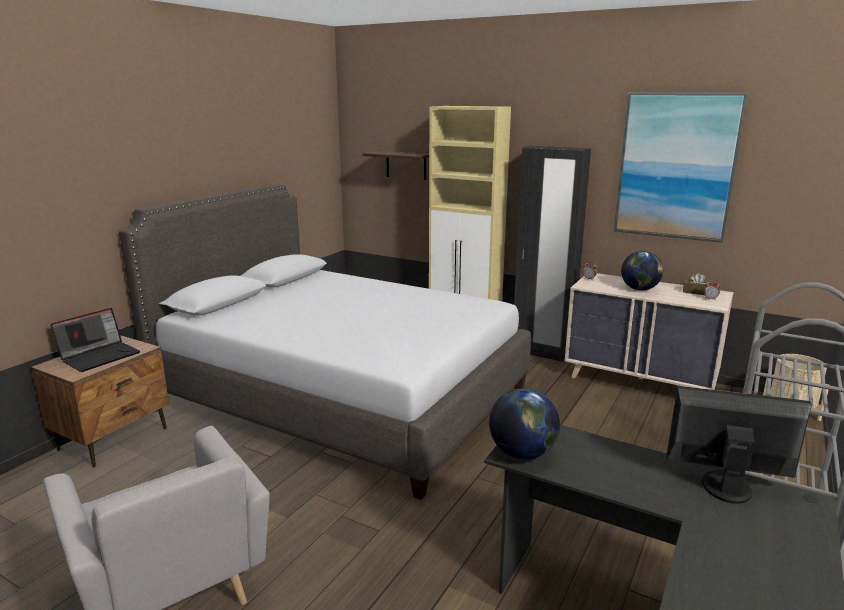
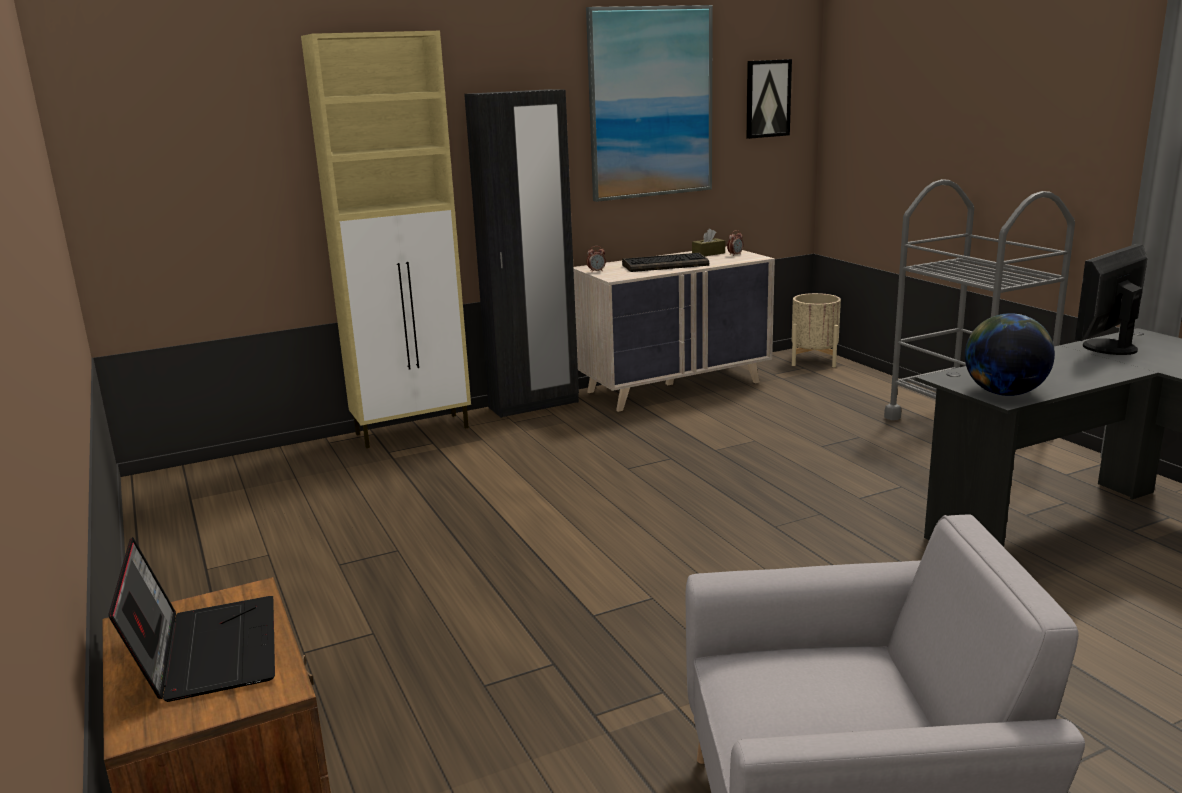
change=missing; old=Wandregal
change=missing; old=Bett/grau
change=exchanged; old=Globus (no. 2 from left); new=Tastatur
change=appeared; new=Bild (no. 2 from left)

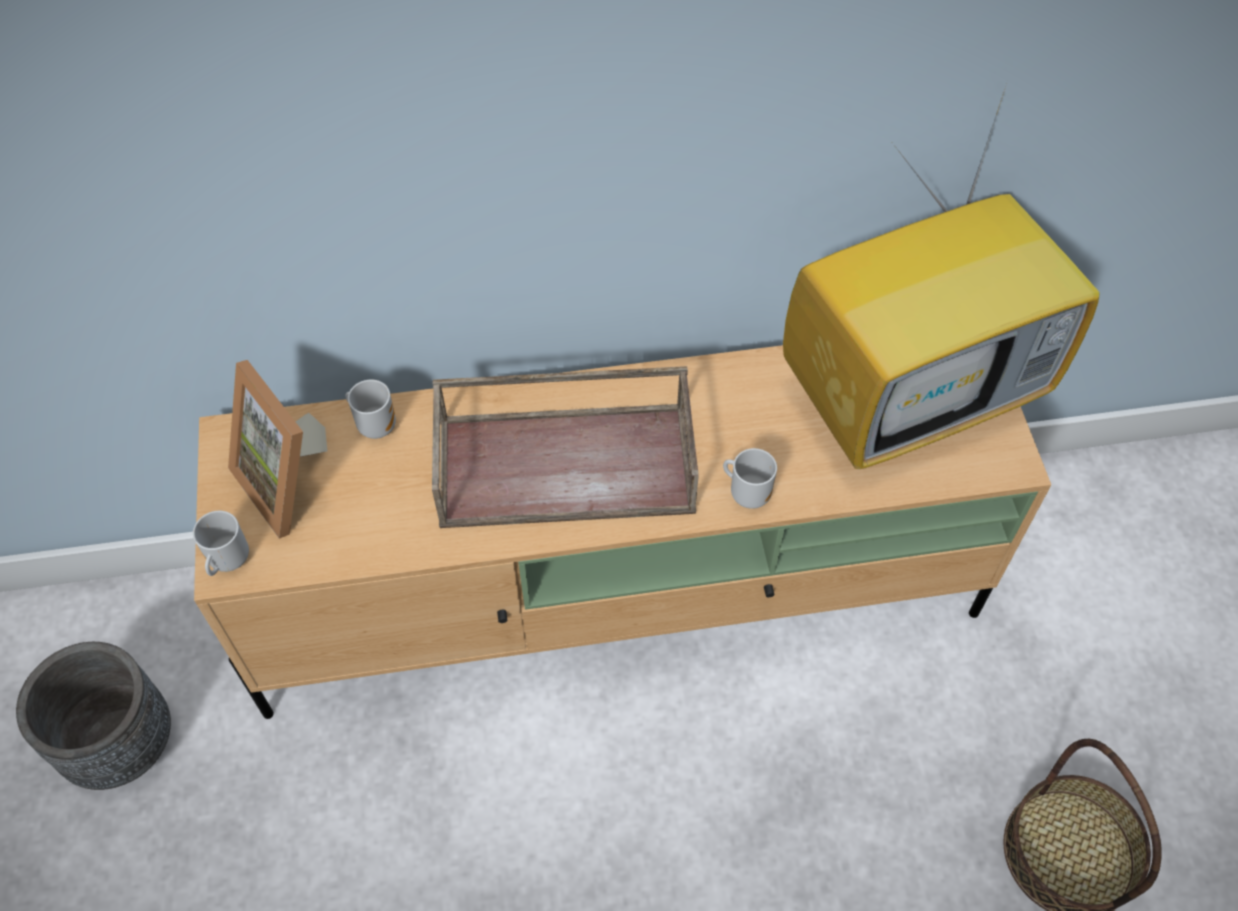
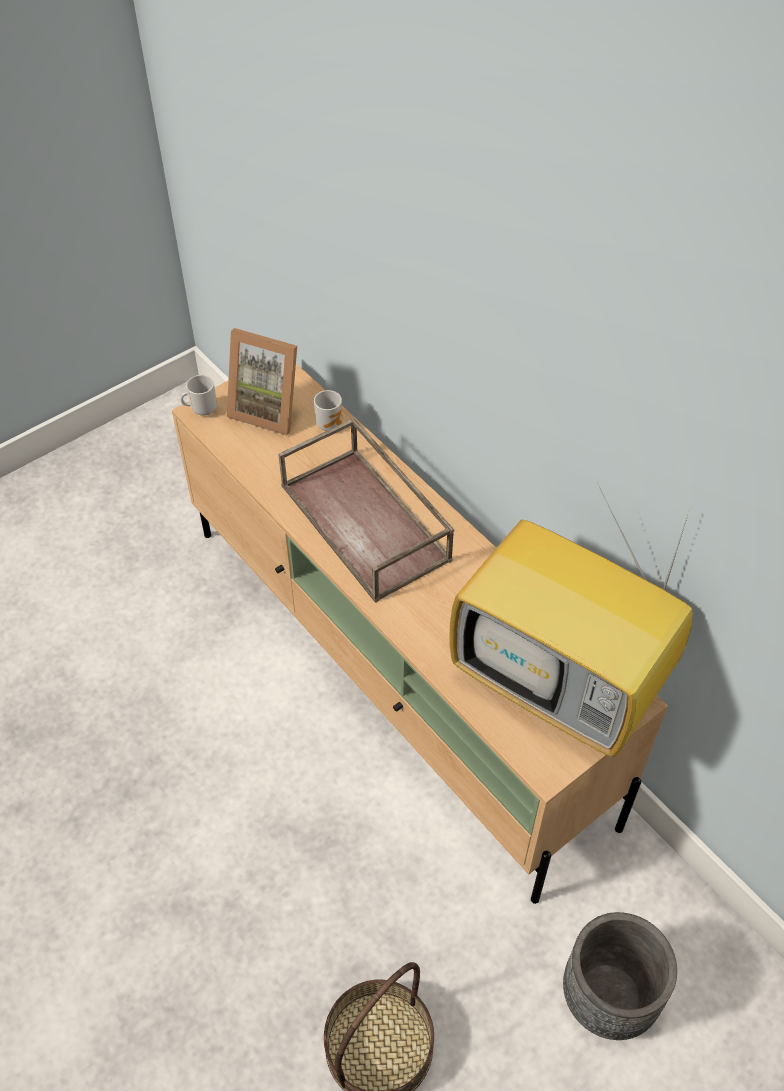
change=spun; old=Bilderrahmen; degrees=-90
change=missing; old=Henkelbecher (no. 3 from left)
change=relocated; old=Pflanzkübel/grau

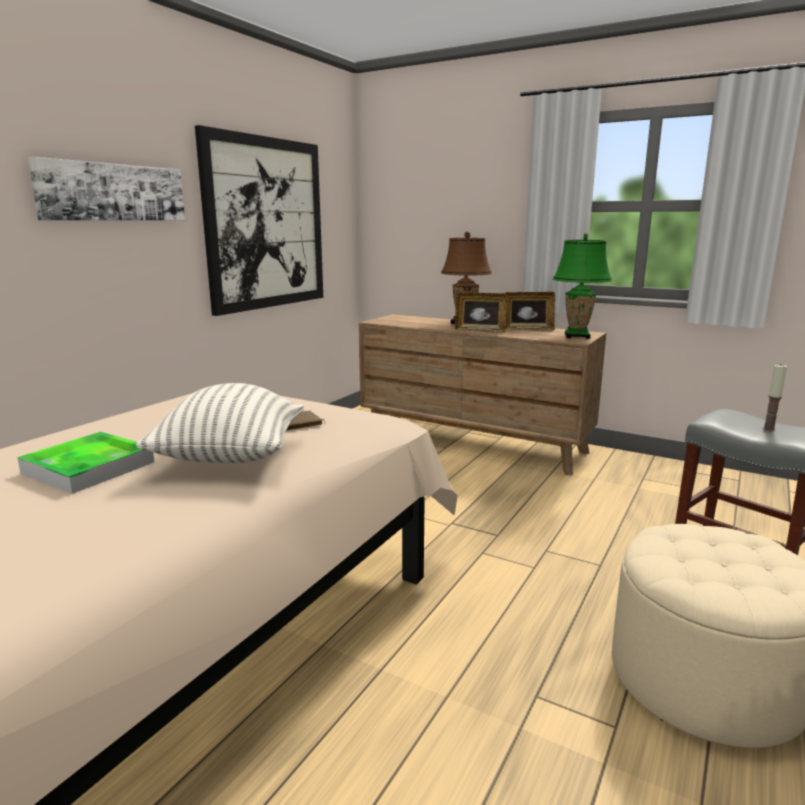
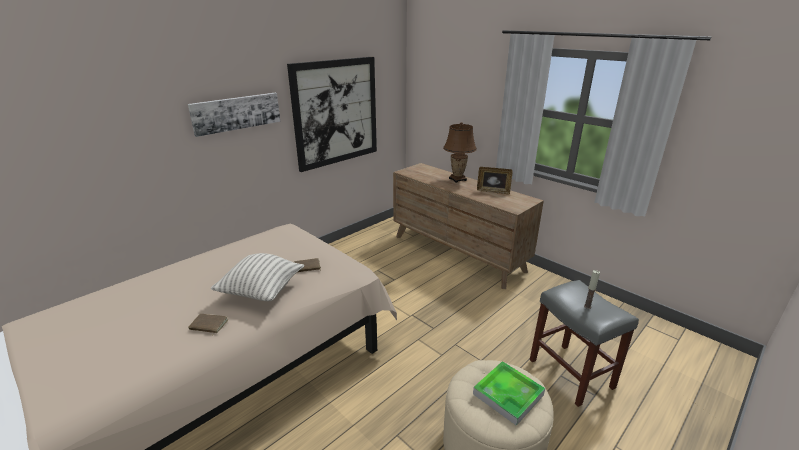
change=missing; old=Tischlampe/grün
change=missing; old=Bilderrahmen (no. 1 from left)
change=relocated; old=Tablett
change=appeared; new=Buch/braun (no. 1 from left)

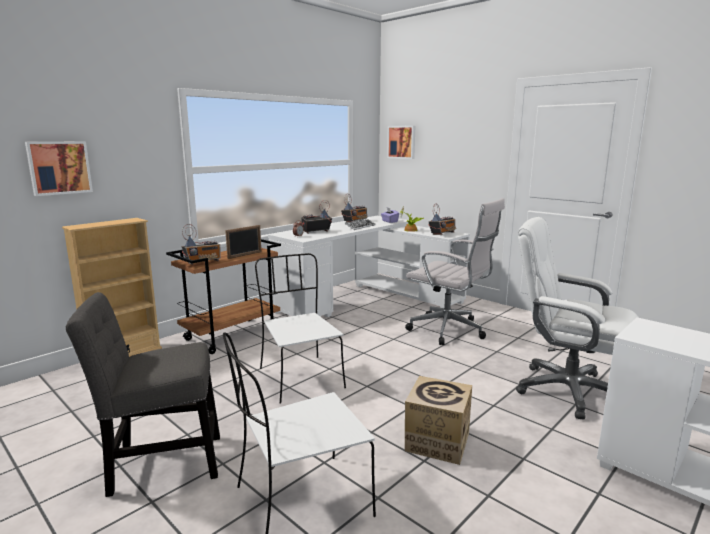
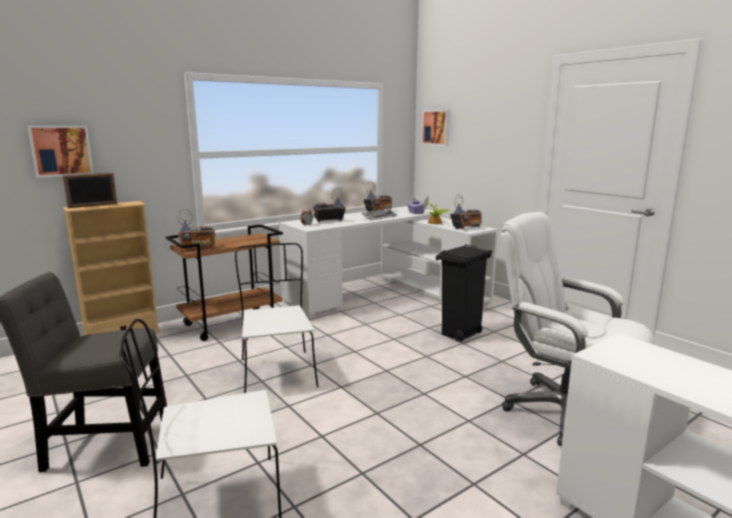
change=exchanged; old=Bürostuhl/weiß (no. 1 from left); new=Mülleimer/schwarz
change=relocated; old=Bilderrahmen
change=missing; old=Karton

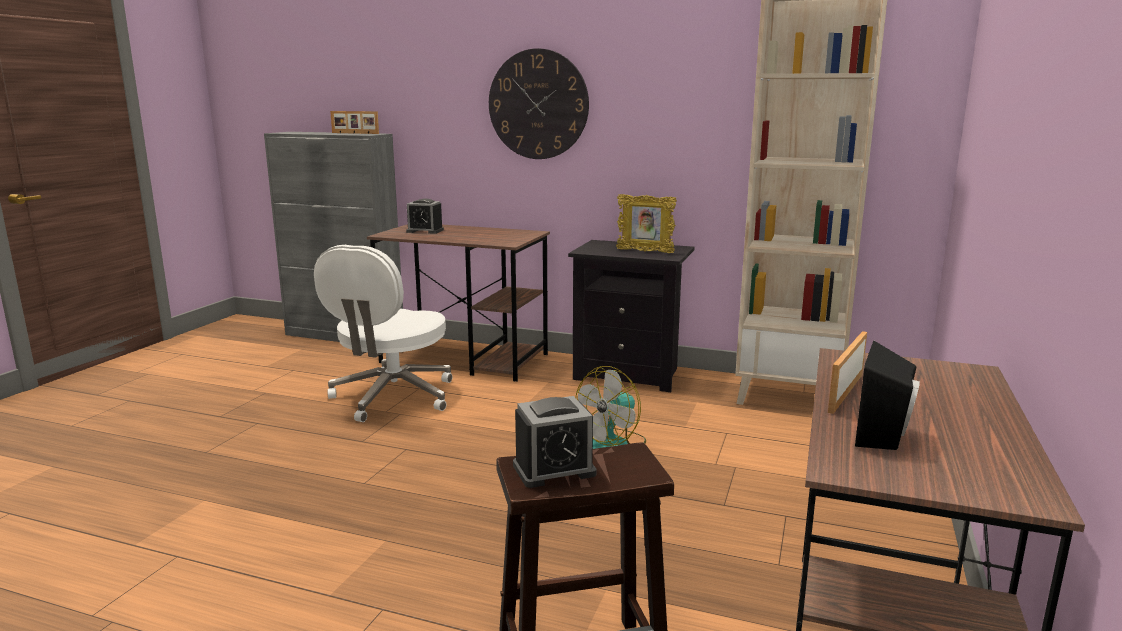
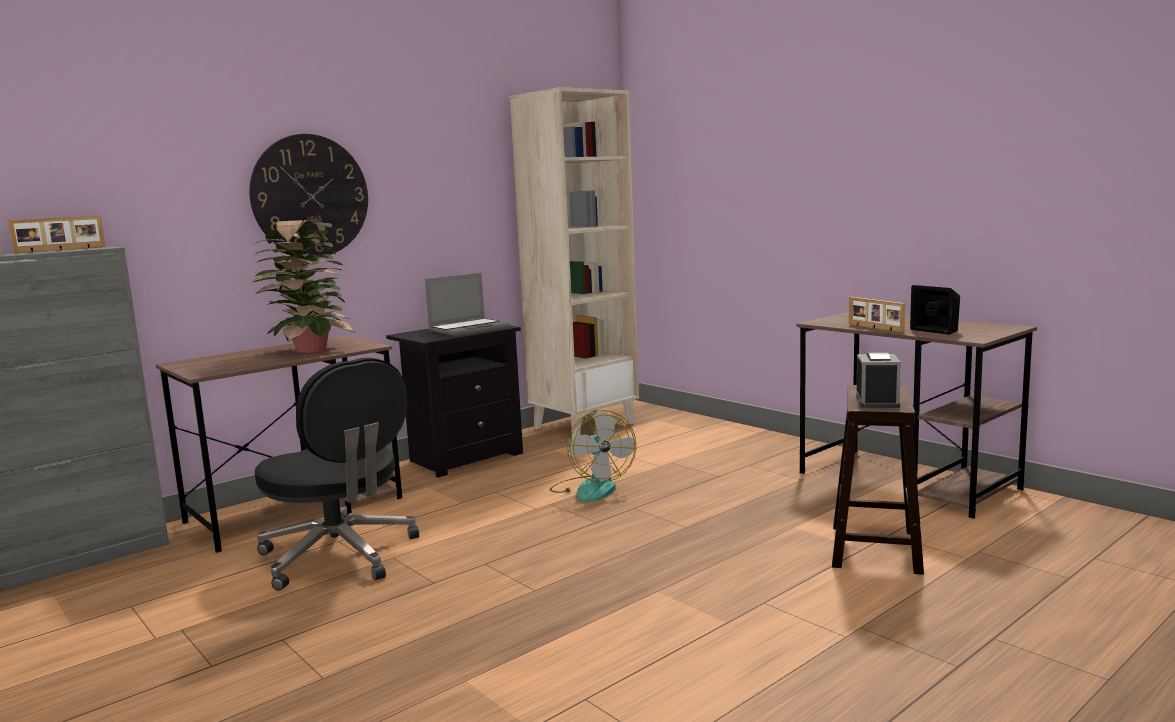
change=exchanged; old=Bilderrahmen (no. 2 from left); new=Laptop
change=missing; old=Wecker (no. 1 from left)
change=colour; old=Bürostuhl/weiß; new=Bürostuhl/schwarz
change=appeared; new=Topfpflanze

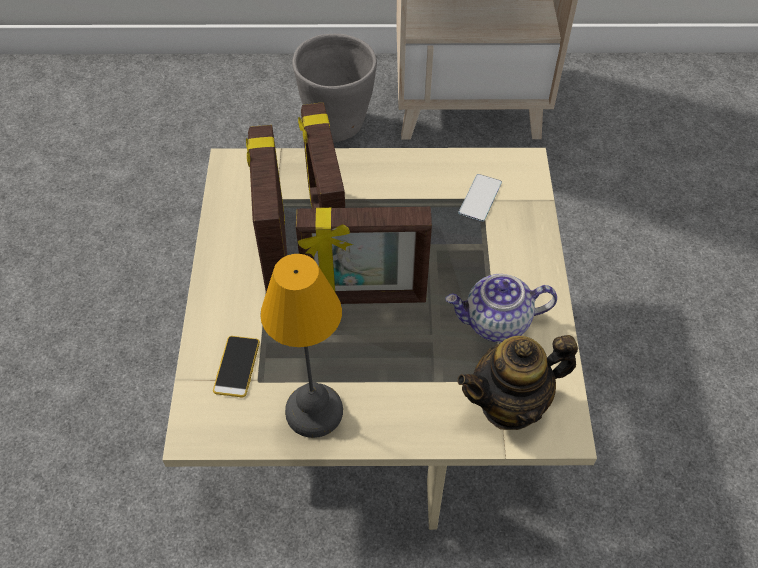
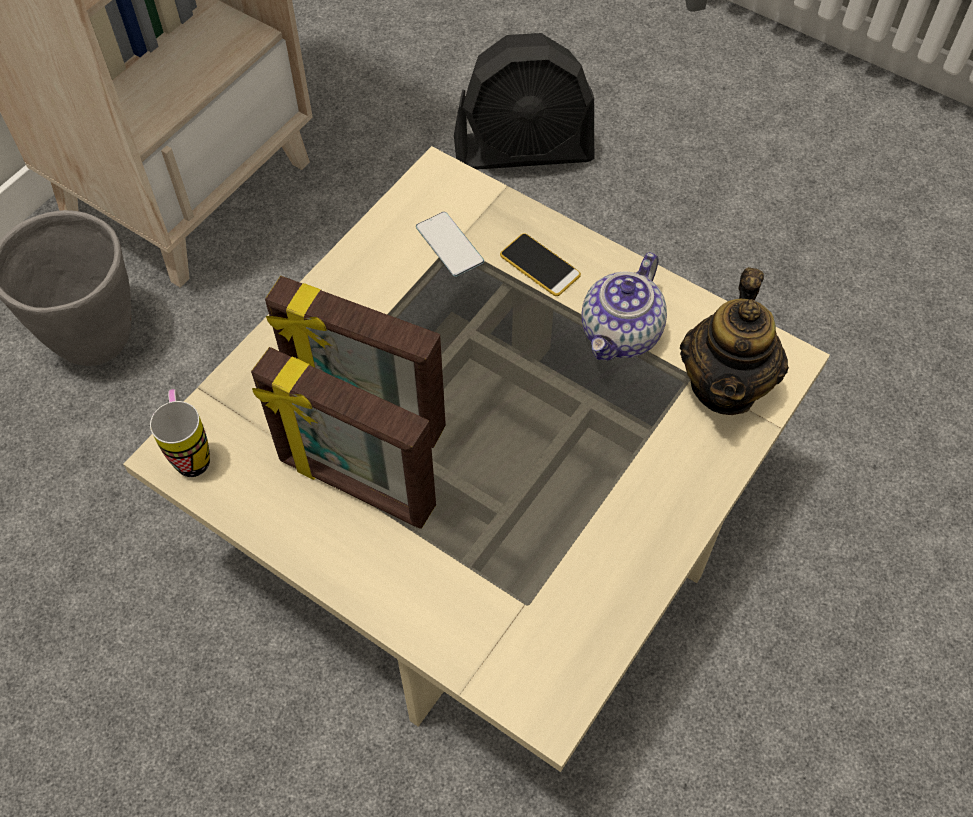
change=missing; old=Bilderrahmen (no. 3 from left)
change=missing; old=Tischlampe
change=relocated; old=Handy (no. 1 from left in the first image); new=Handy (no. 2 from left)
change=appeared; new=Ventilator/schwarz
change=appeared; new=Henkelbecher

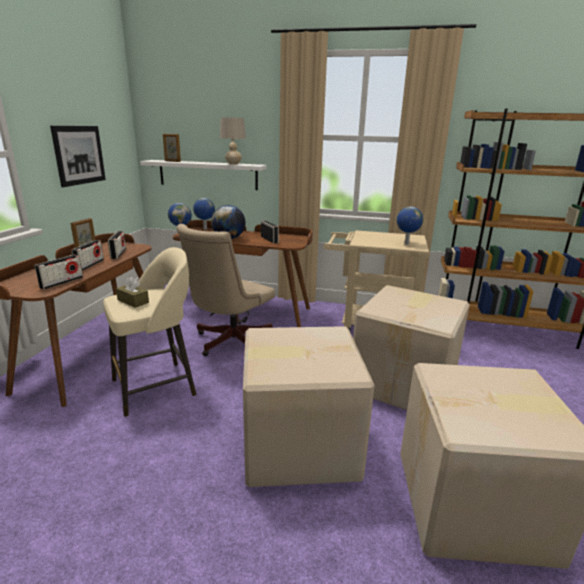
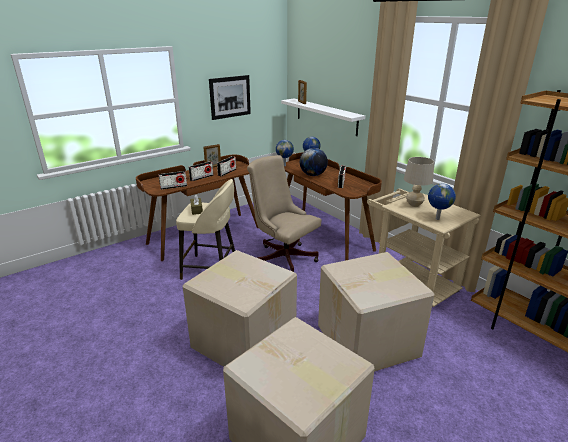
change=relocated; old=Tischlampe/beige
change=spun; old=Bürostuhl/beige; degrees=60

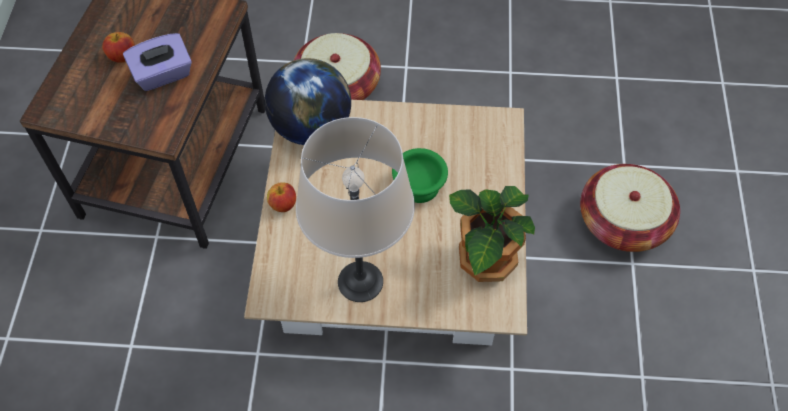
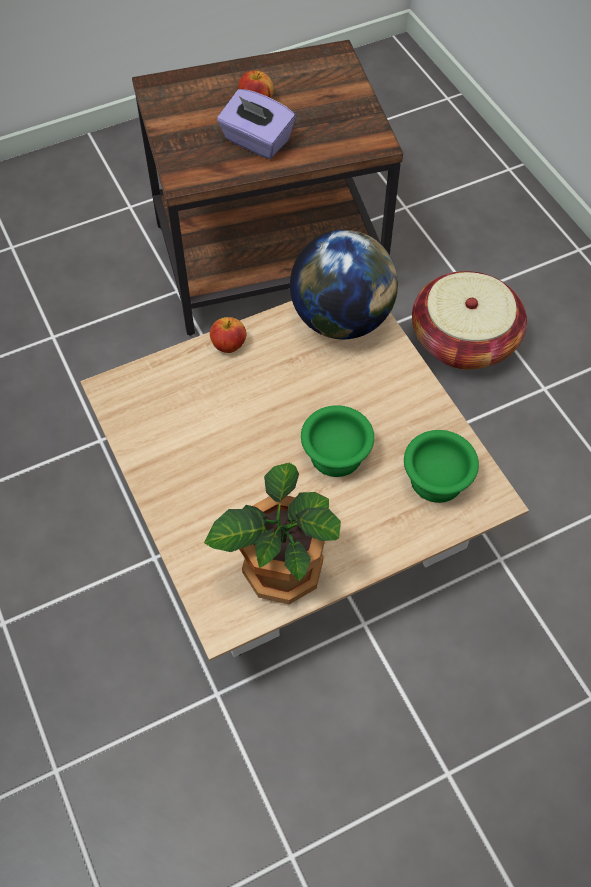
change=missing; old=Tischlampe/beige
change=missing; old=Korb (no. 2 from left)
change=appeared; new=Schüssel/grün (no. 2 from left)

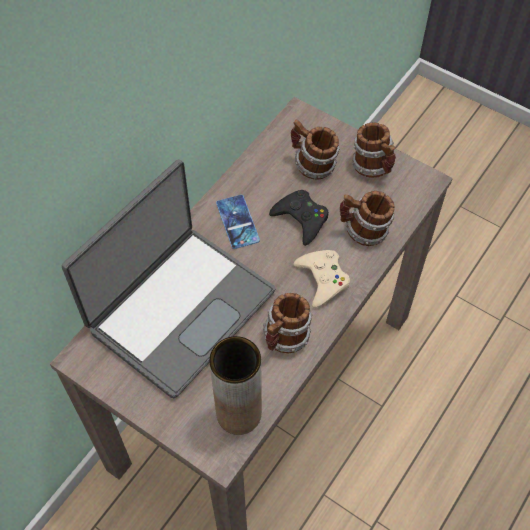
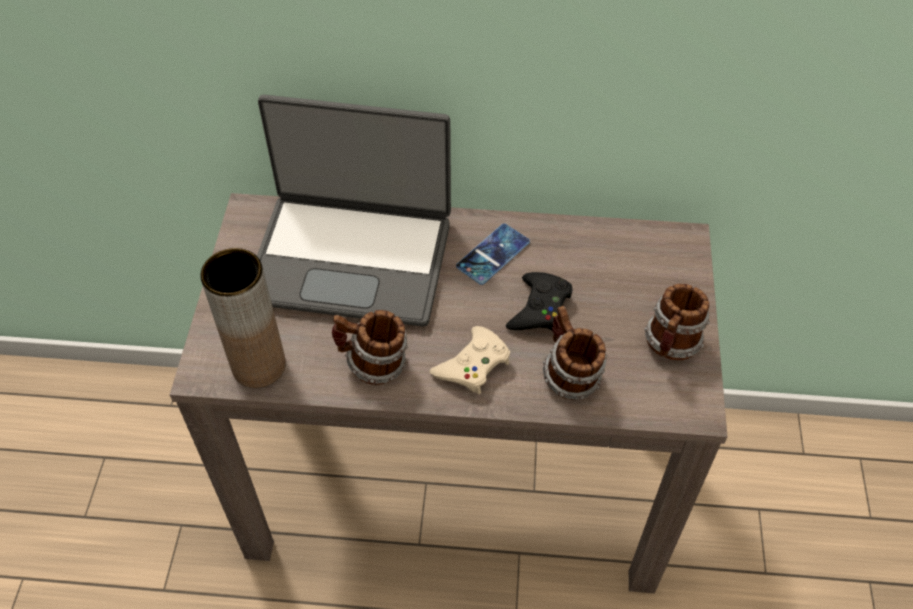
change=missing; old=Henkelbecher (no. 2 from left)

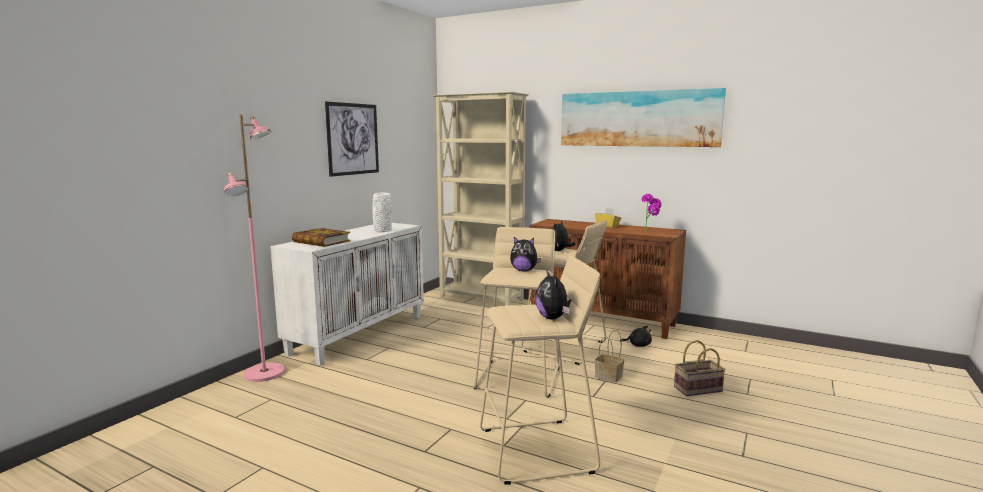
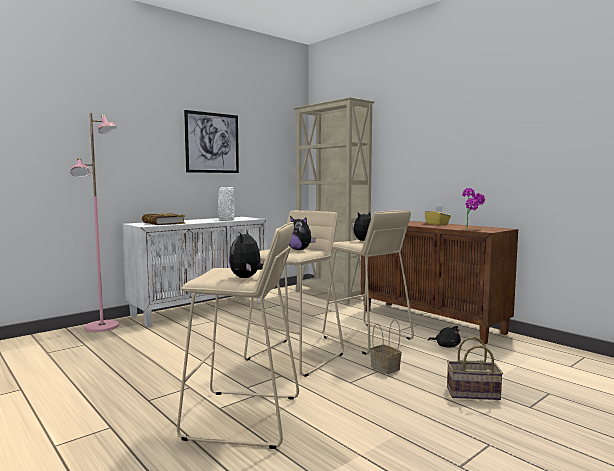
change=missing; old=Bild (no. 2 from left)

